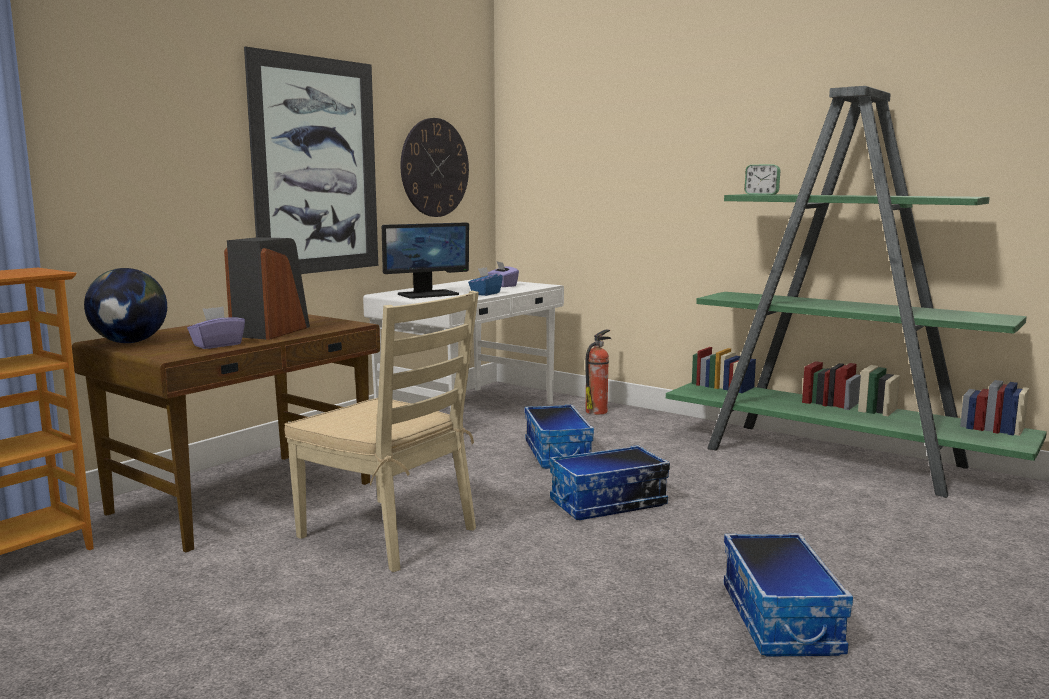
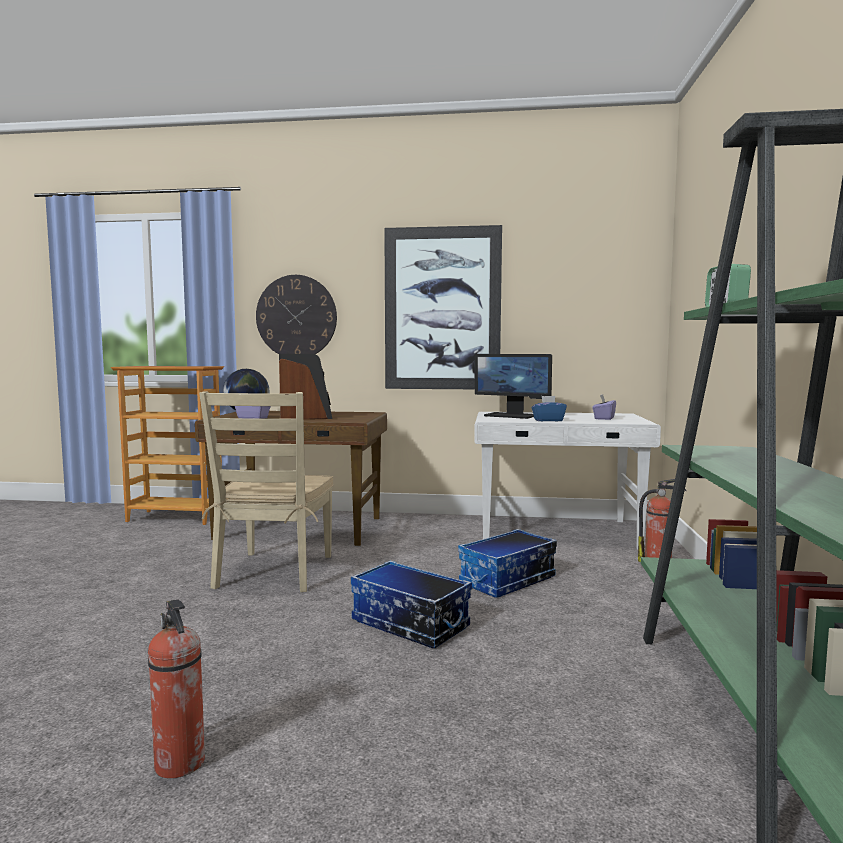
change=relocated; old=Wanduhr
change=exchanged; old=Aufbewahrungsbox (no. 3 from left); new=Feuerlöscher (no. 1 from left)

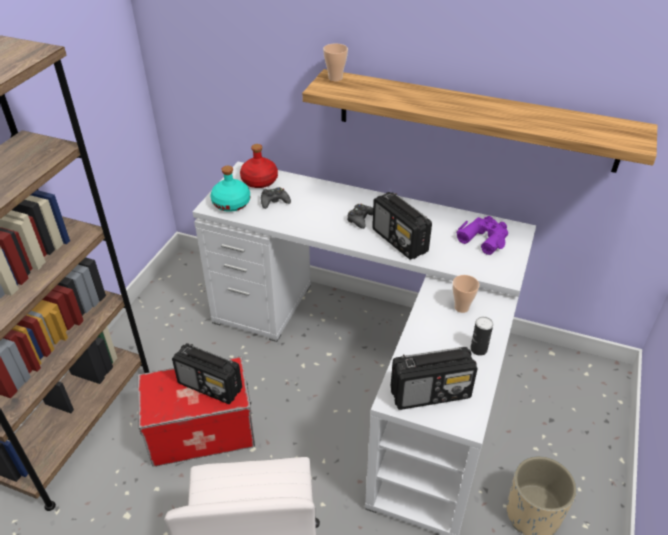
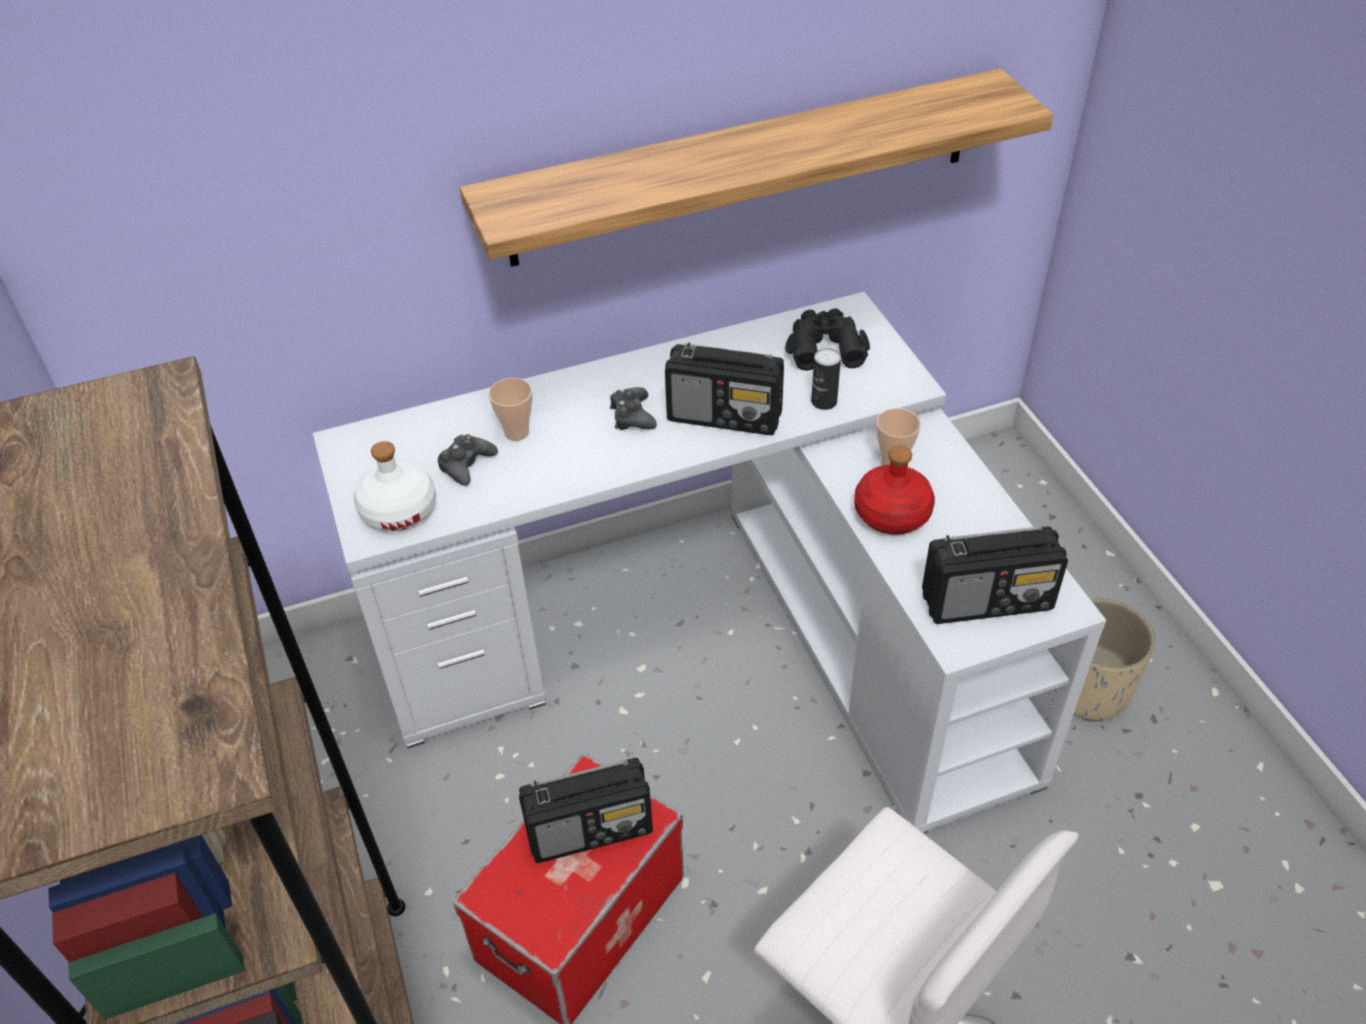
change=relocated; old=Tasse (no. 1 from left)
change=relocated; old=Flasche/rot
change=colour; old=Flasche/türkis; new=Flasche/weiß
change=colour; old=Fernglas/lila; new=Fernglas/schwarz
change=relocated; old=Dose
change=spun; old=Radio (no. 3 from left); degrees=45

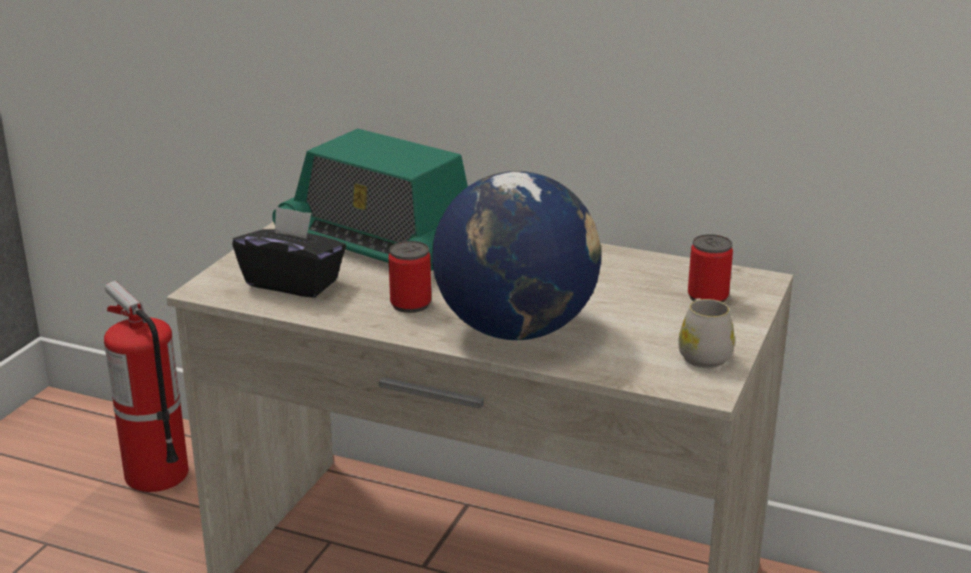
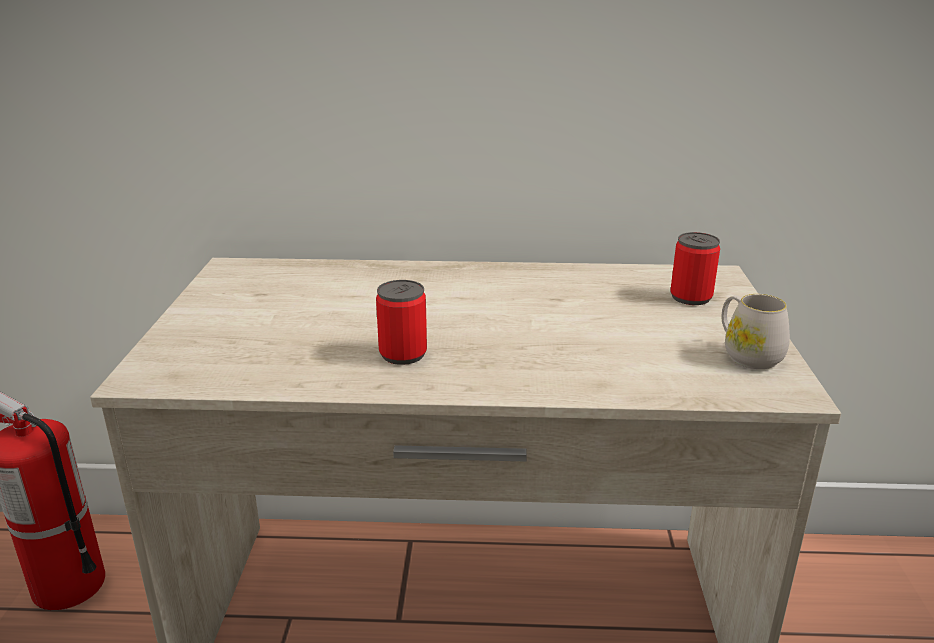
change=missing; old=Radio
change=missing; old=Globus
change=missing; old=Taschentuchbox/schwarz

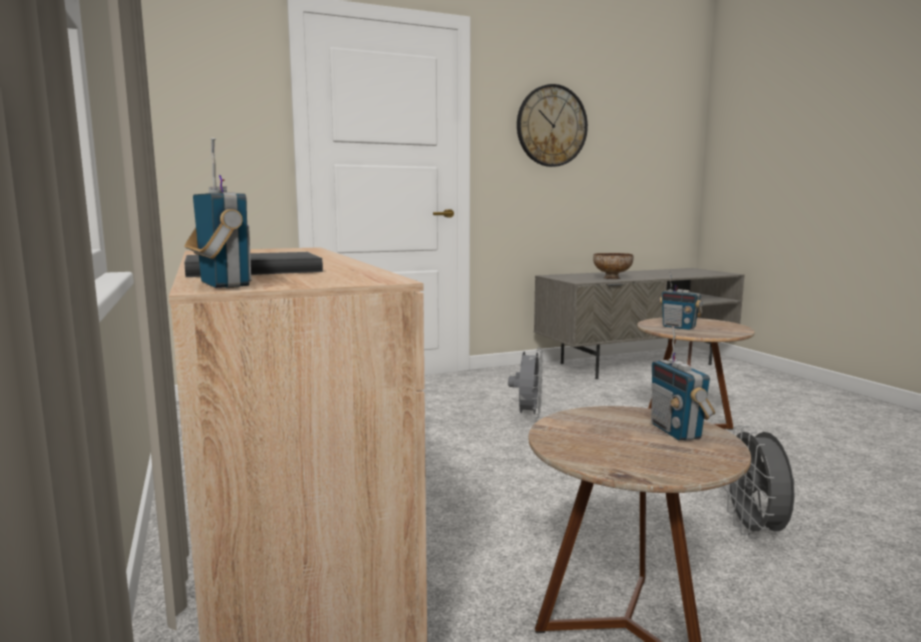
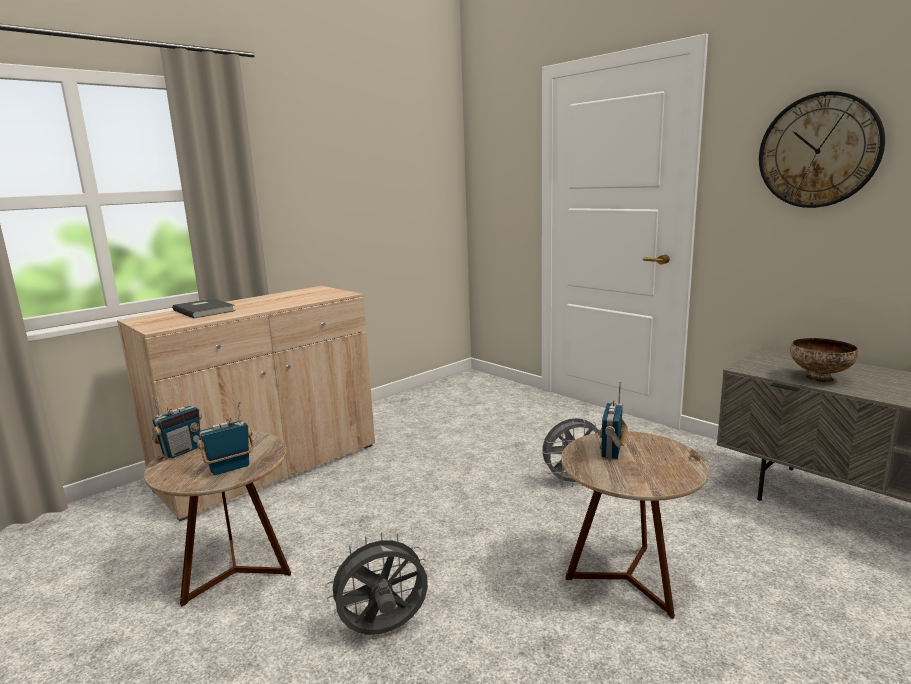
change=relocated; old=Radio (no. 1 from left)

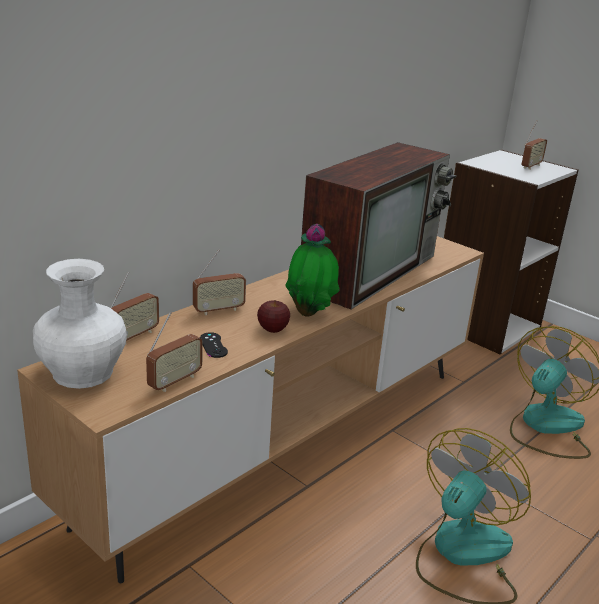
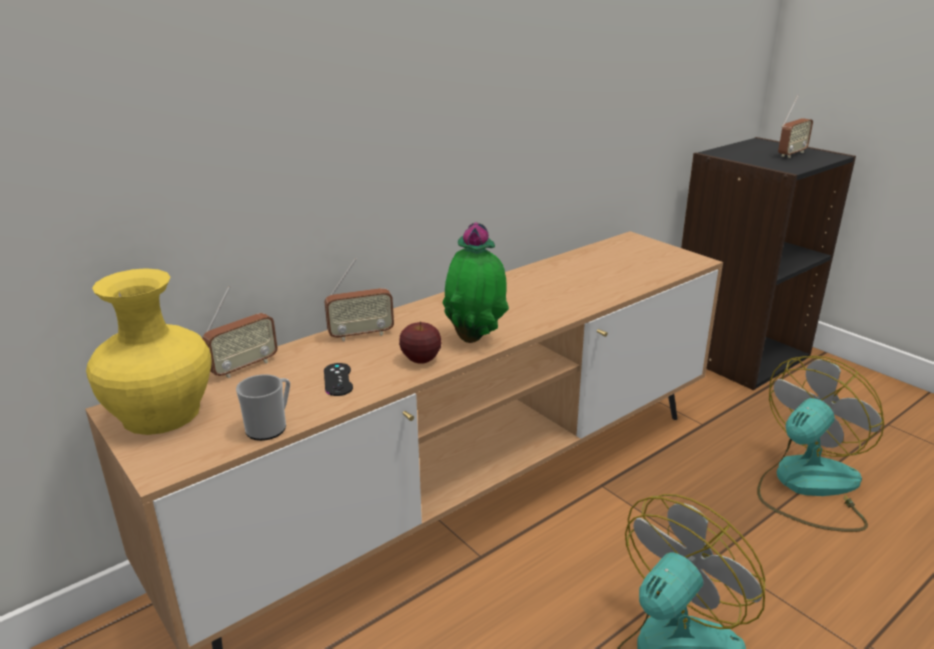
change=missing; old=Fernseher
change=colour; old=Bücherregal/weiß; new=Bücherregal/schwarz
change=colour; old=Vase/weiß; new=Vase/gelb
change=exchanged; old=Radio (no. 2 from left); new=Henkelbecher

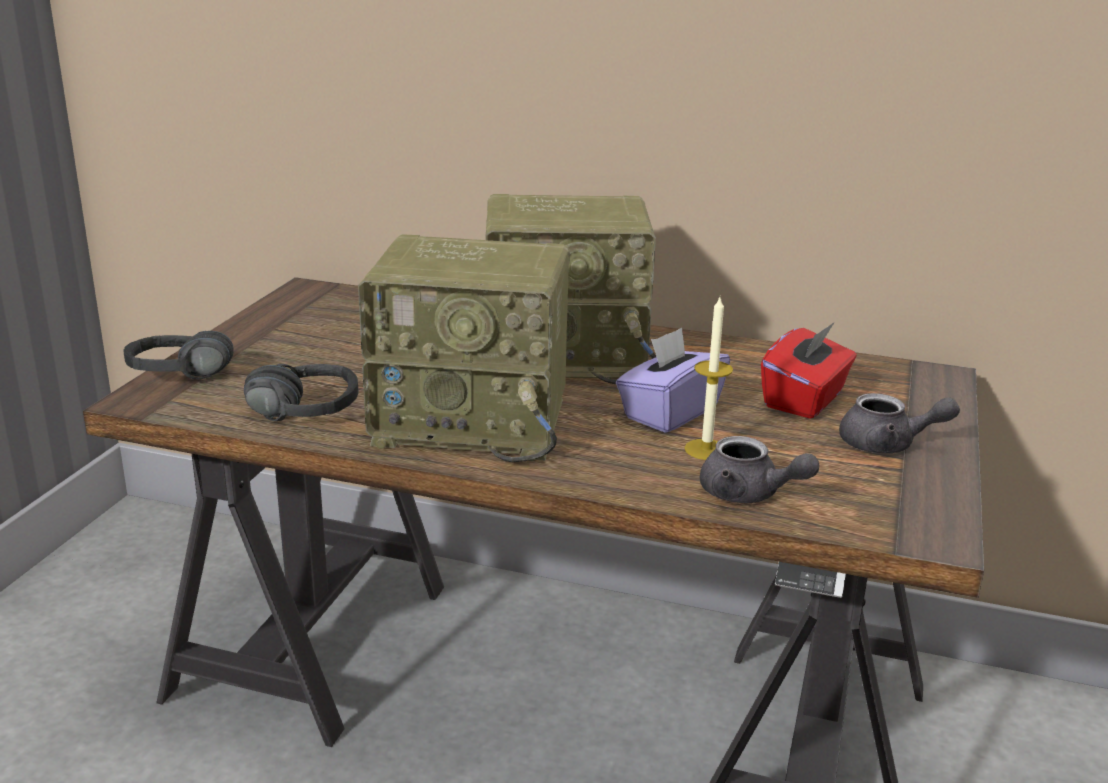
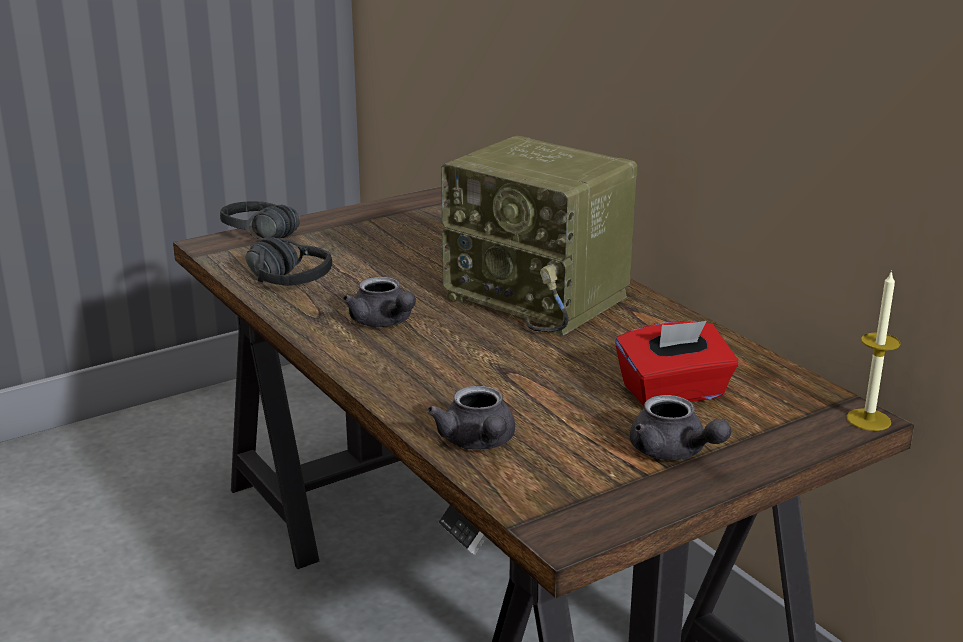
change=exchanged; old=Radio (no. 1 from left); new=Teekanne/grau (no. 1 from left)
change=relocated; old=Kerze
change=missing; old=Taschentuchbox/lila

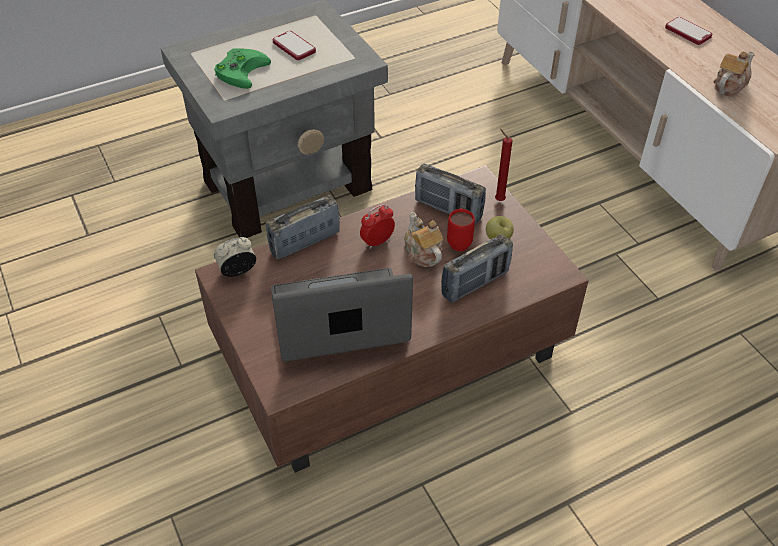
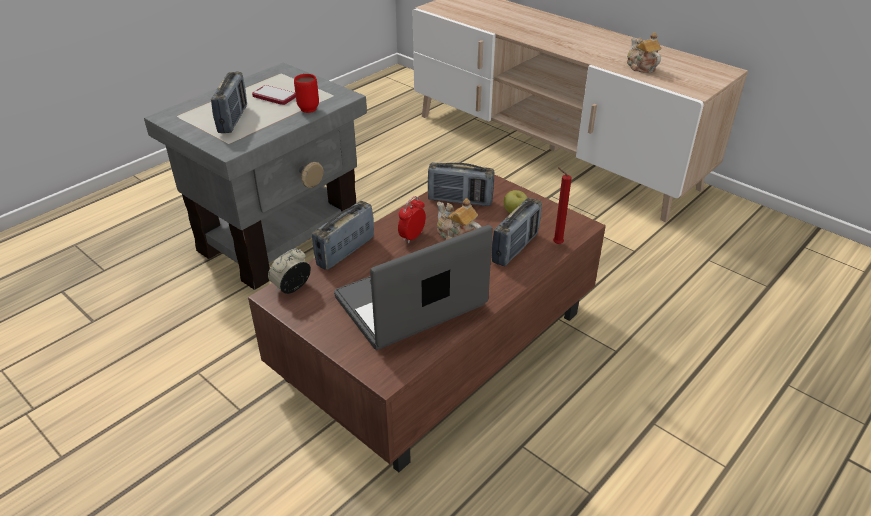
change=missing; old=Handy (no. 2 from left)
change=exchanged; old=Gamepad/grün; new=Radio (no. 1 from left)
change=spun; old=Teekanne (no. 2 from left); degrees=-45
change=relocated; old=Kerze/rot
change=relocated; old=Henkelbecher/rot

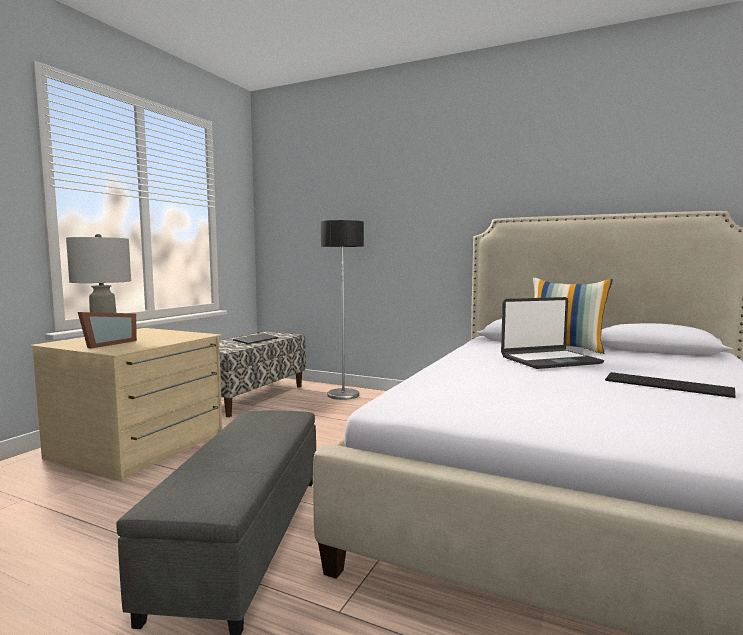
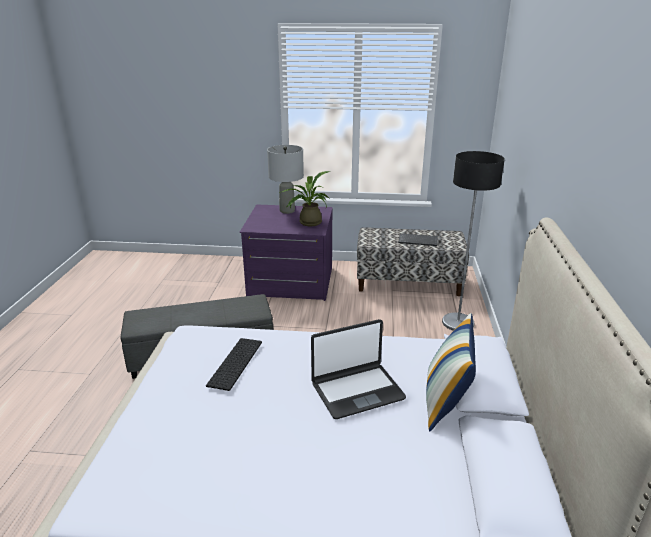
change=spun; old=Laptop; degrees=-75
change=missing; old=Bilderrahmen
change=colour; old=Kommode/beige; new=Kommode/lila
change=relocated; old=Tastatur (no. 2 from left in the first image); new=Tastatur (no. 1 from left)
change=appeared; new=Topfpflanze

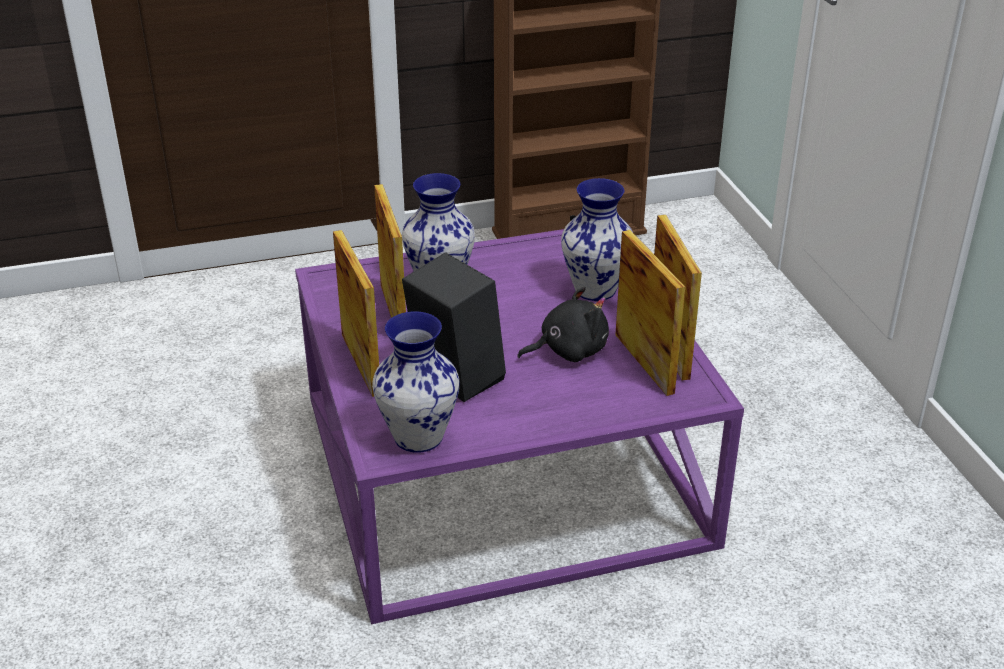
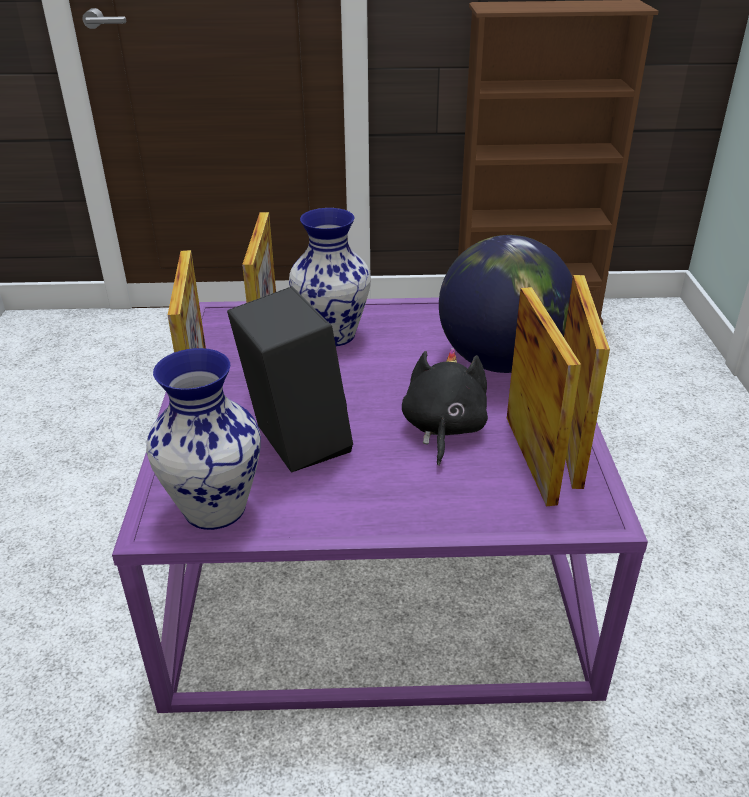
change=exchanged; old=Vase (no. 3 from left); new=Globus
change=spun; old=Plüschtier/schwarz; degrees=-75

